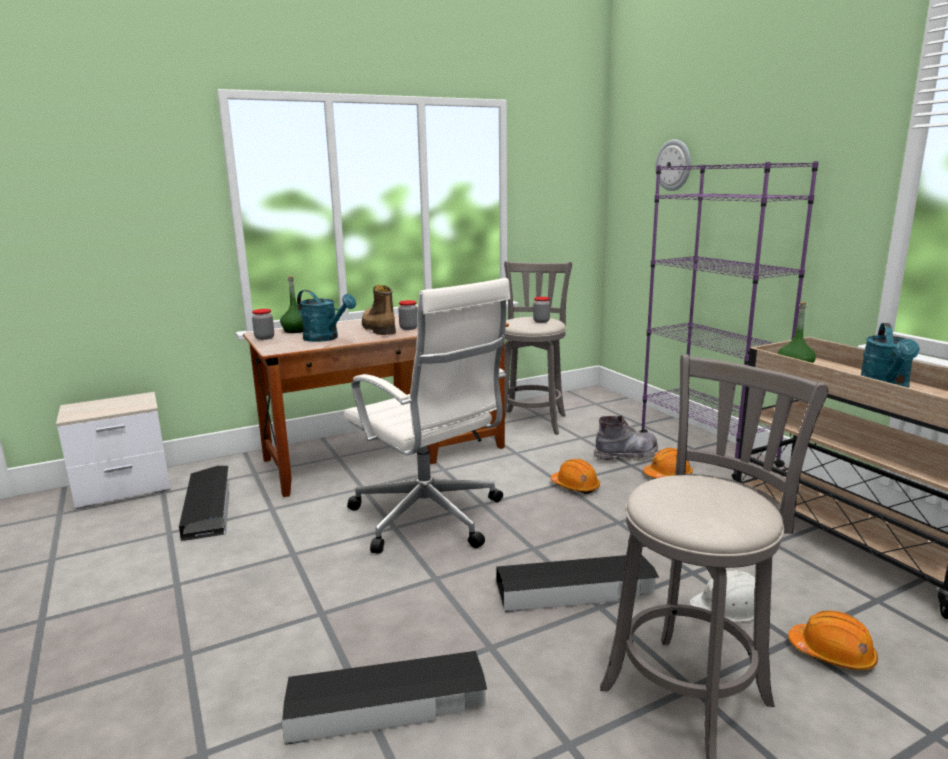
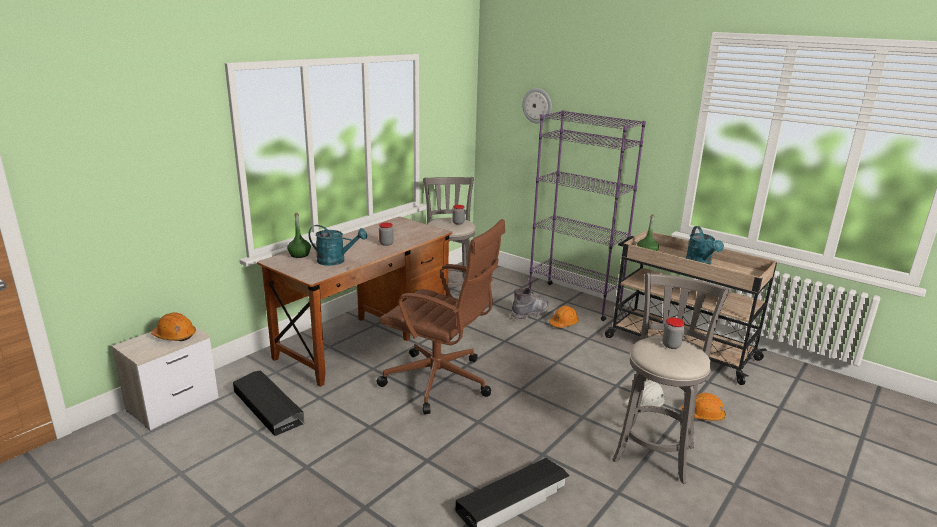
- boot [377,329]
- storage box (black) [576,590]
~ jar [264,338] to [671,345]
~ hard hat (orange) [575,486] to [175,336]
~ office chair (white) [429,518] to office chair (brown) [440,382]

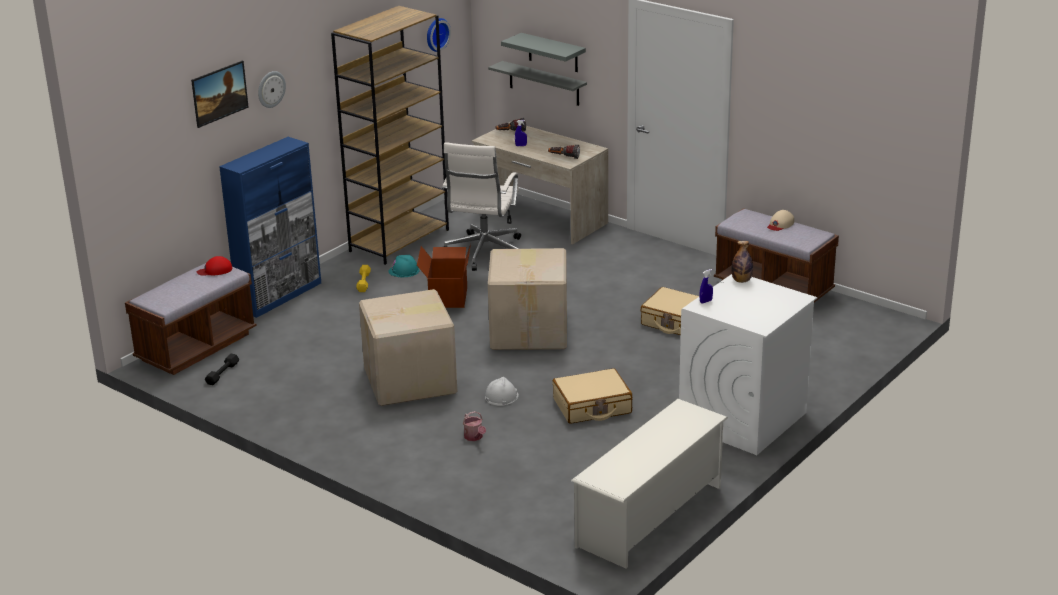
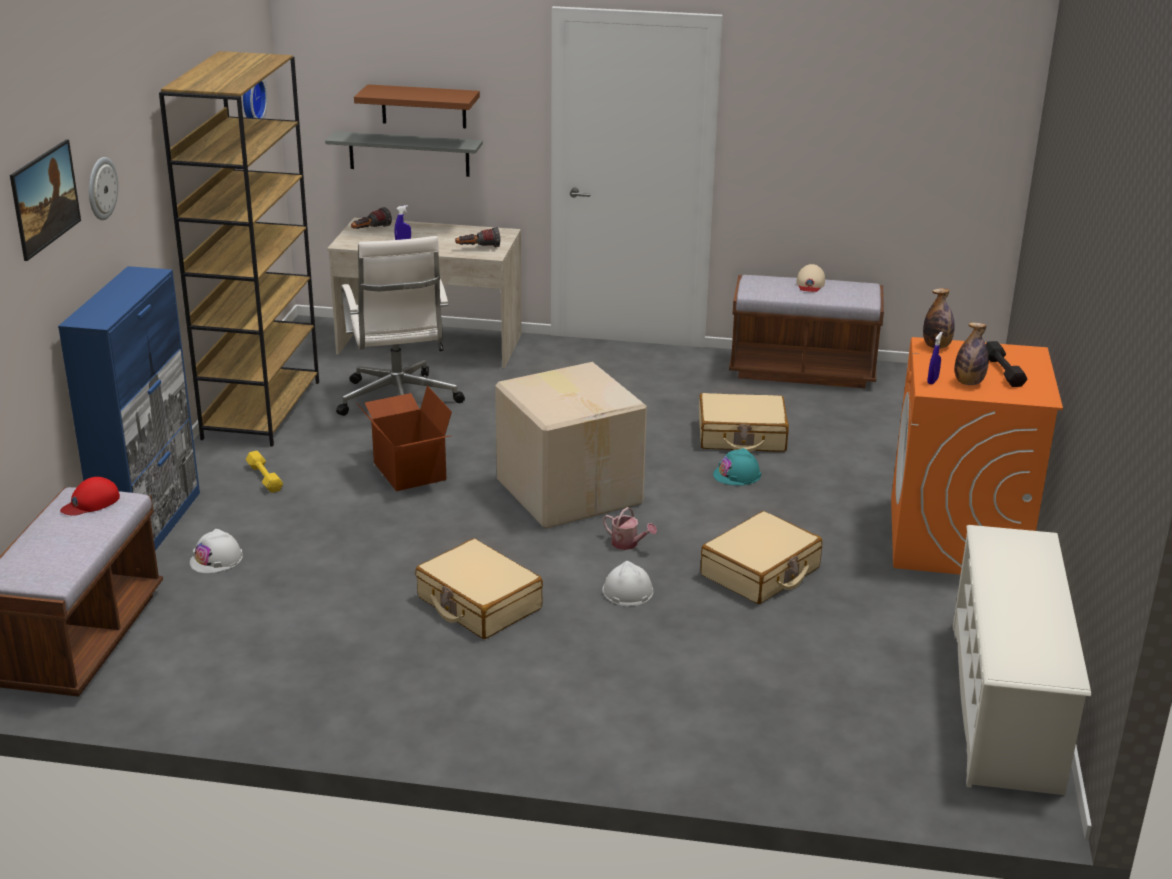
+ hard hat (white) [216,559]
+ bottle [968,383]
~ dumbbell (black) [222,373] to [1003,371]
~ hard hat (turquoise) [404,271] to [737,475]
~ watering can [474,437] to [628,544]
~ cardboard box [411,381] to suitcase (beige) [478,603]
~ shelf (grey) [553,53] to shelf (brown) [423,106]
~ washing machine (white) [742,419] to washing machine (orange) [957,539]

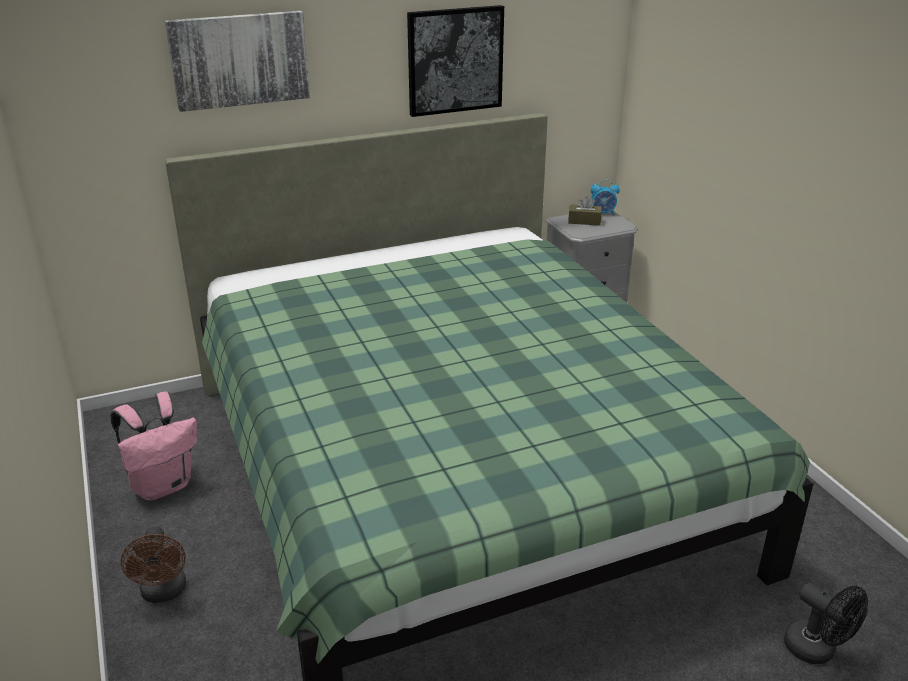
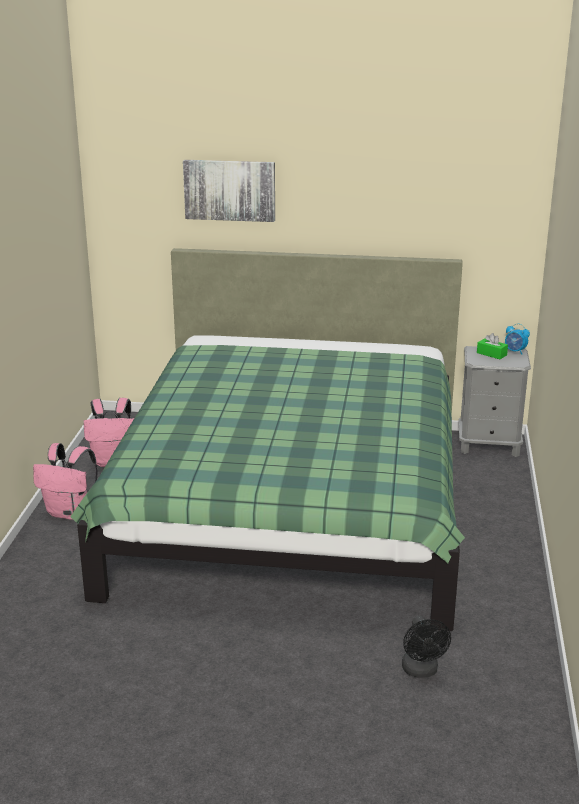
- picture [455,60]
~ fan (brown) [164,593] to backpack (pink) [70,512]
~ tissue box (brown) [584,221] to tissue box (green) [491,354]

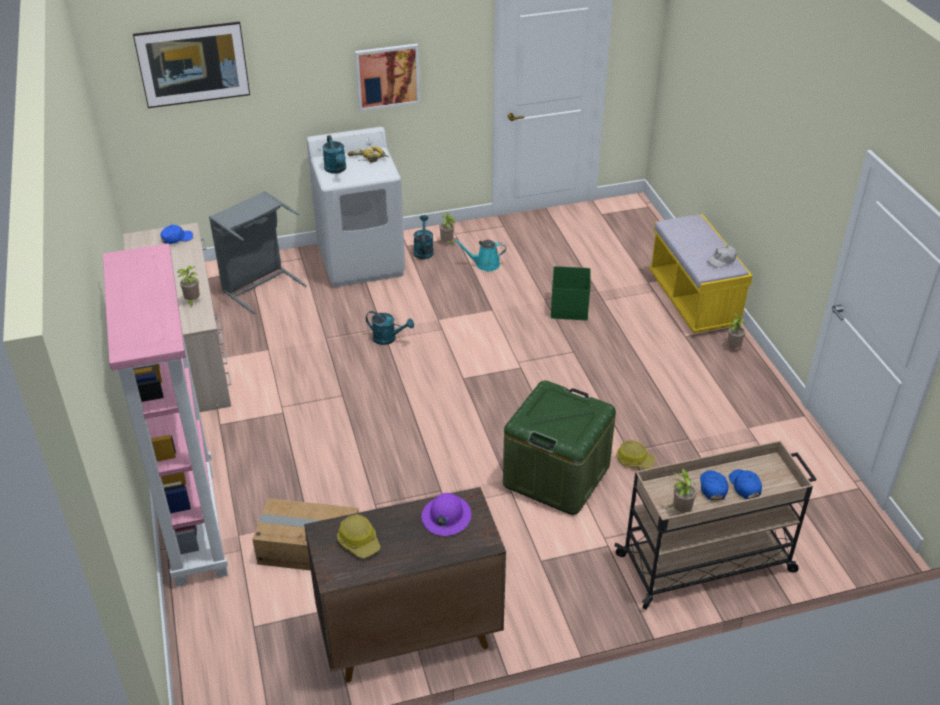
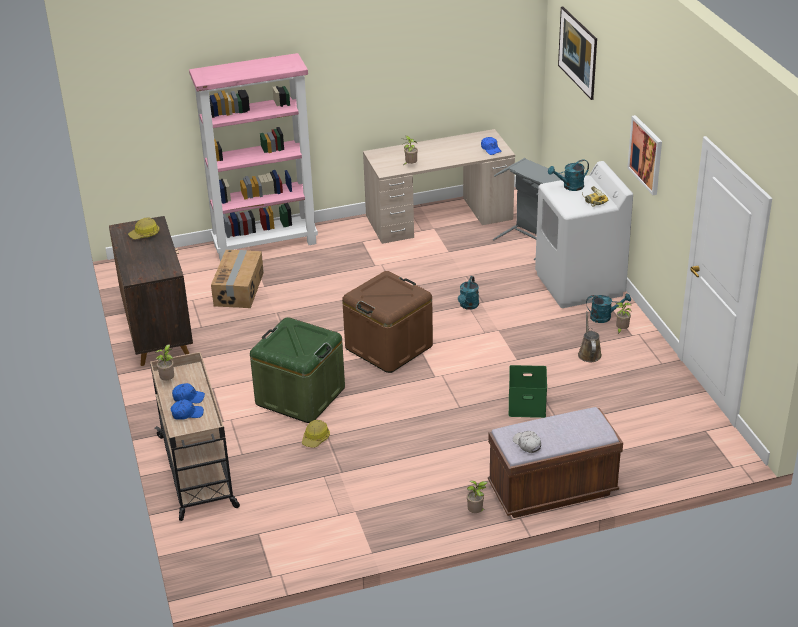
- hard hat (purple) [446,517]
+ storage box (brown) [389,347]
~ watering can (turquoise) [485,264] to watering can (brown) [589,353]
~ bench (yellow) [693,300] to bench (brown) [552,490]

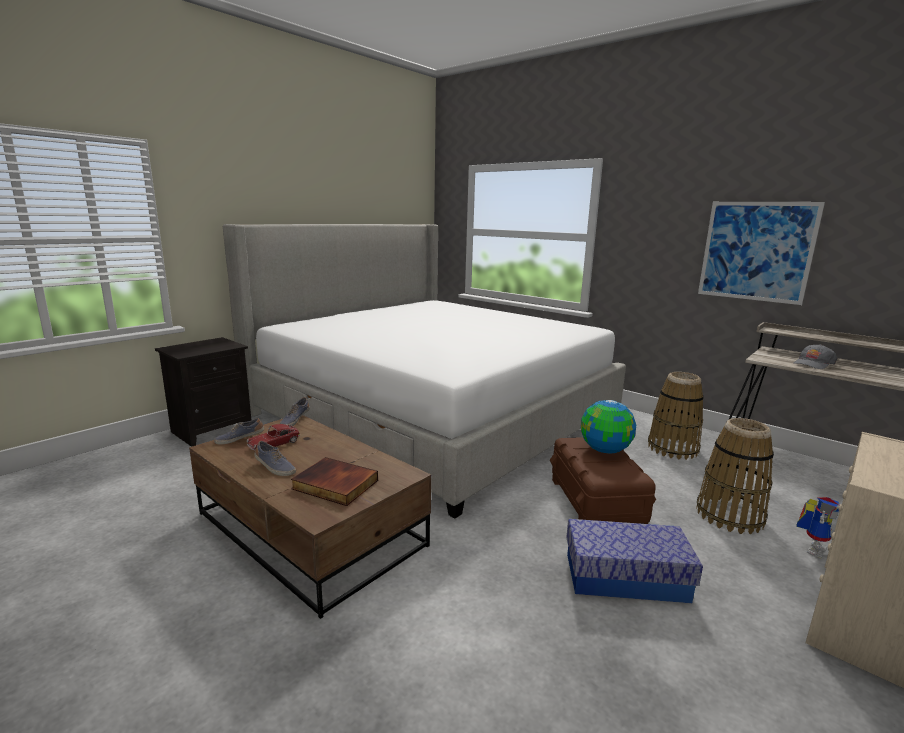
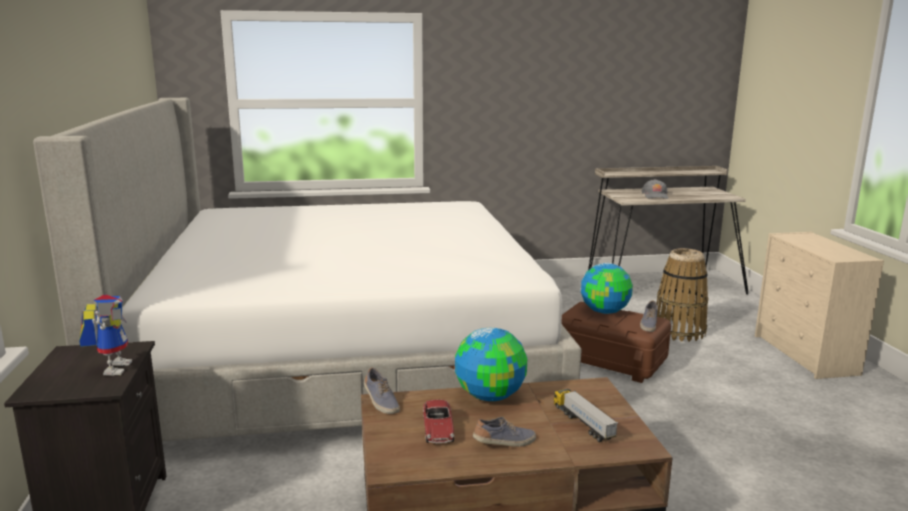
- storage box [625,577]
- basket [672,448]
- picture [756,251]
+ globe [490,396]
~ shoe [240,439] to [648,324]
~ toy robot [811,547] to [113,367]
~ book [334,485] to toy truck [582,423]

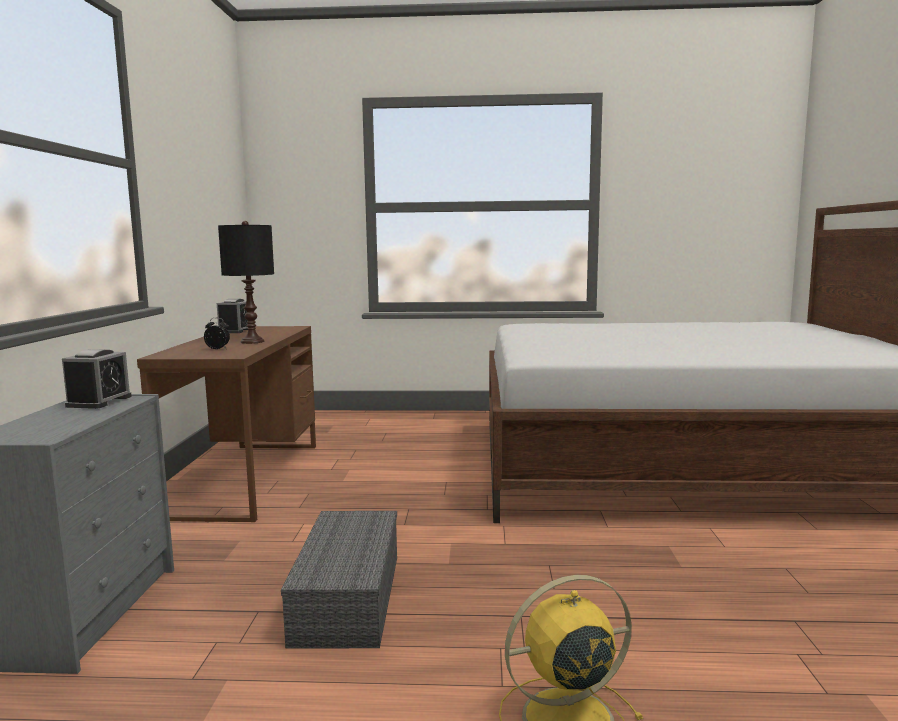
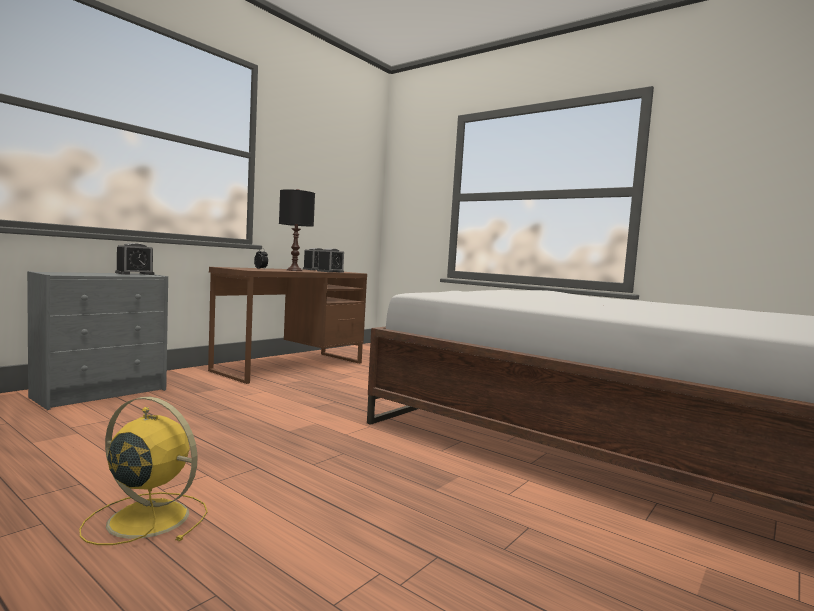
- storage box (grey) [346,596]
+ alarm clock [330,271]

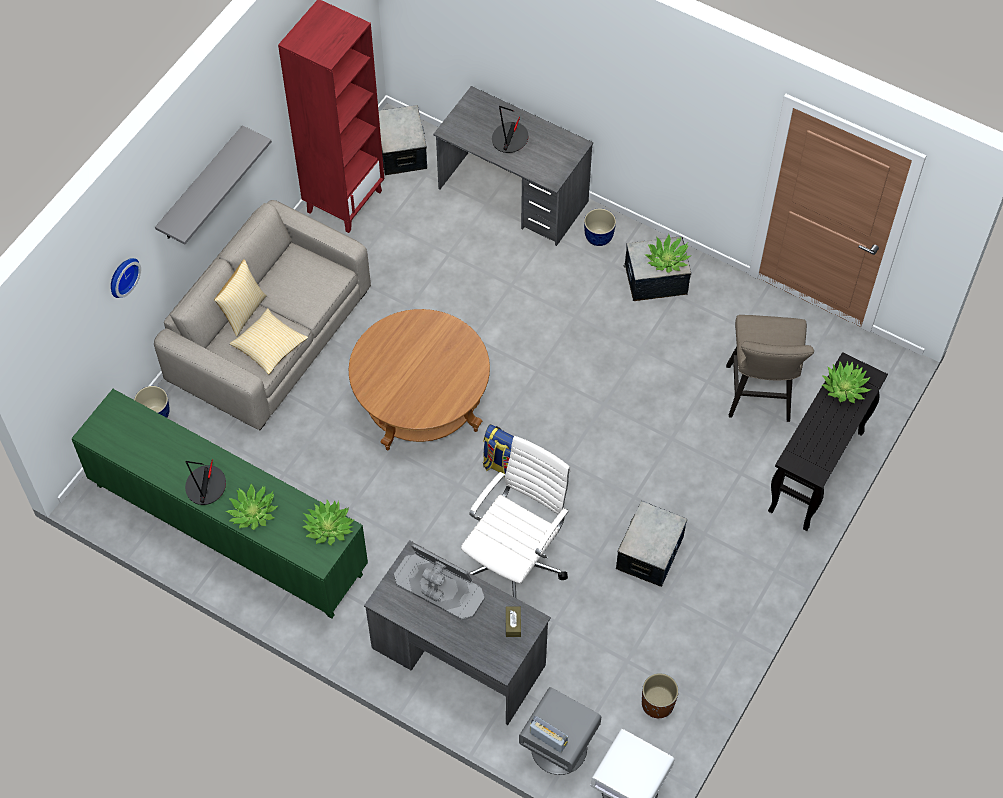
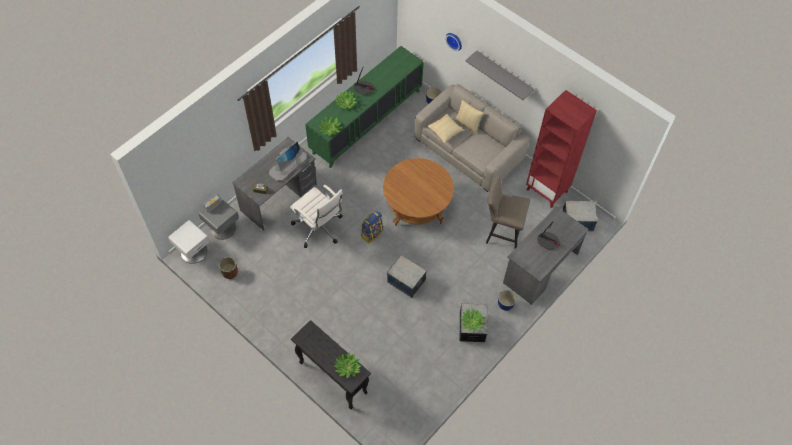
~ storage box [650,553] to [406,281]
~ stool (beige) [759,398] to [501,233]

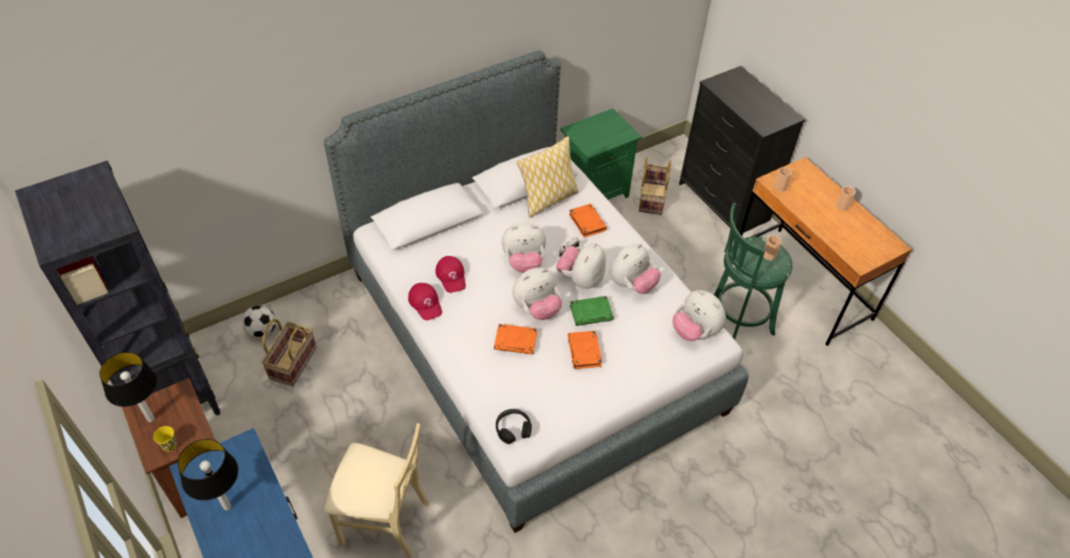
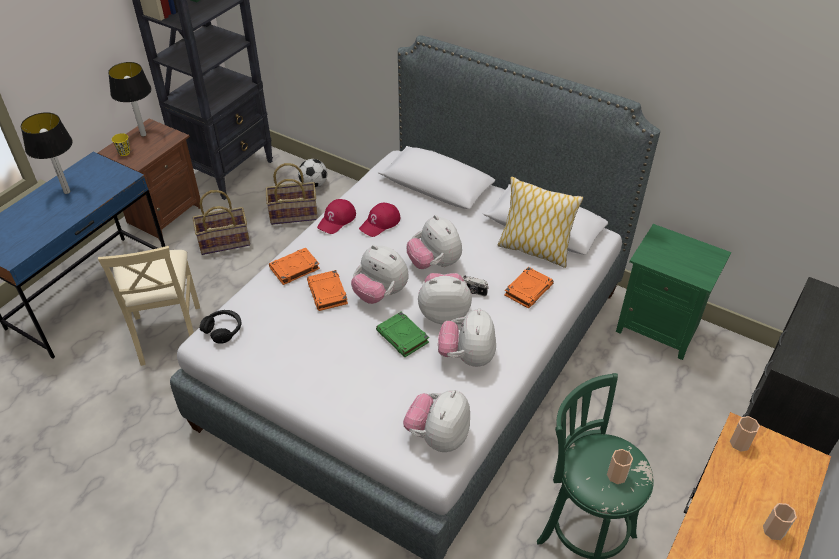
~ book (orange) [584,352] to [294,268]
~ basket [651,198] to [224,241]
~ plush toy [632,284] = [467,357] 75 degrees clockwise

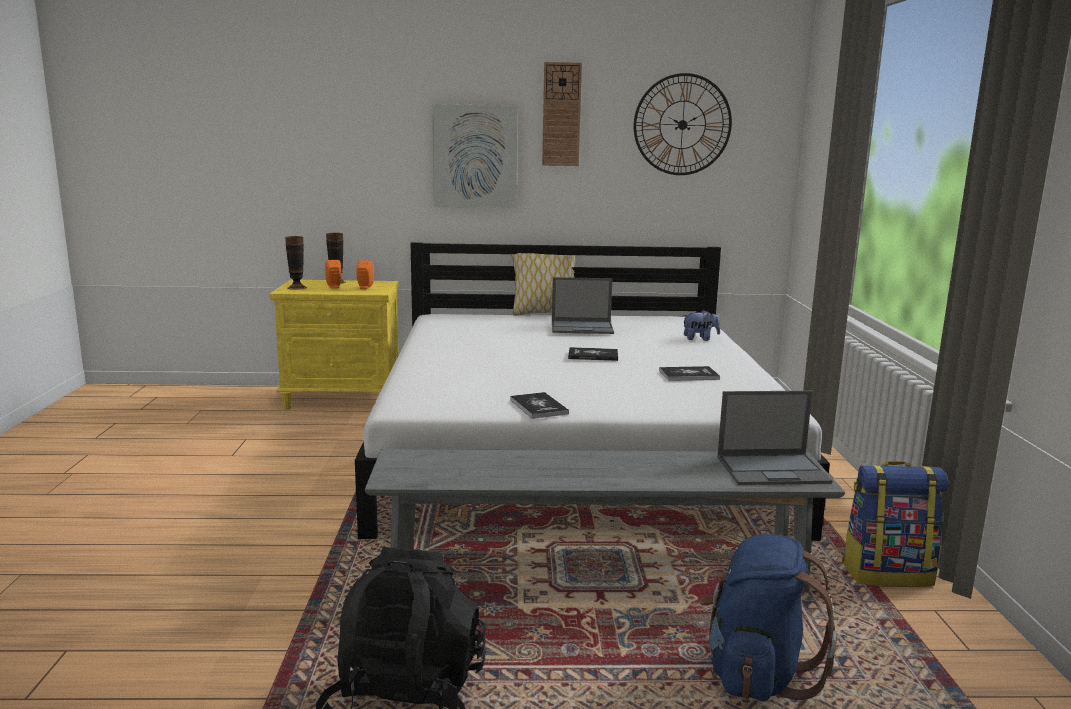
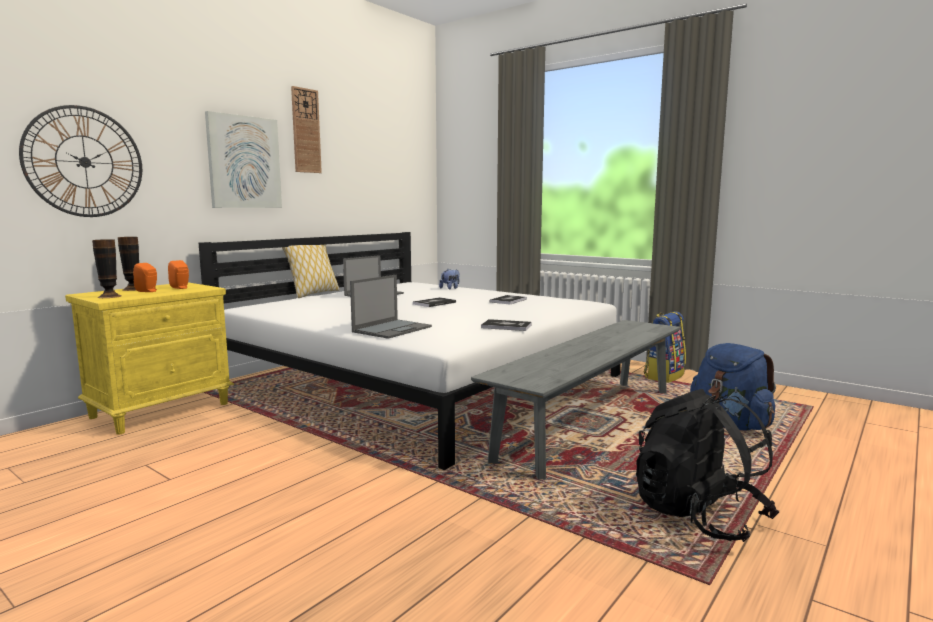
~ wall clock [682,125] to [84,162]
~ laptop [773,469] to [392,329]

